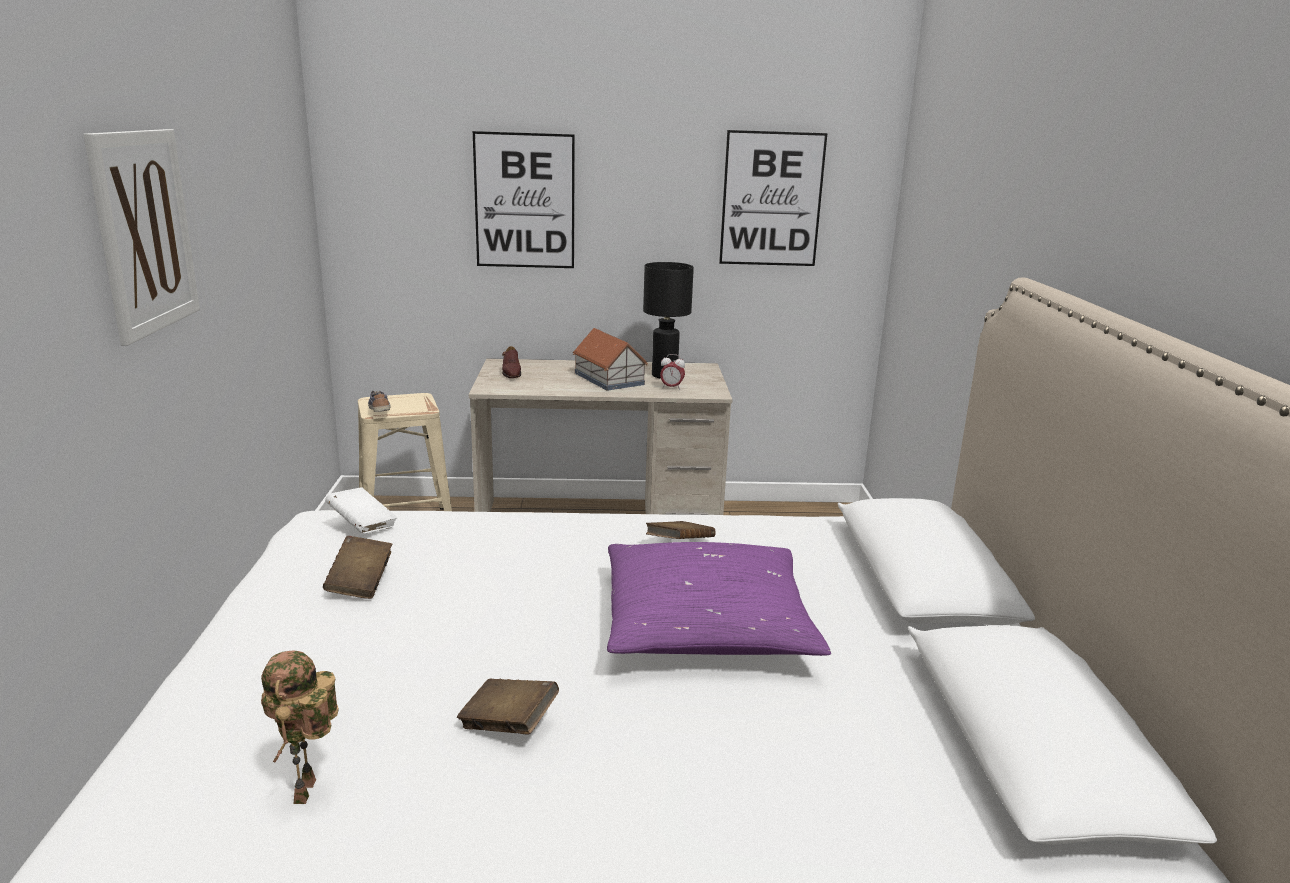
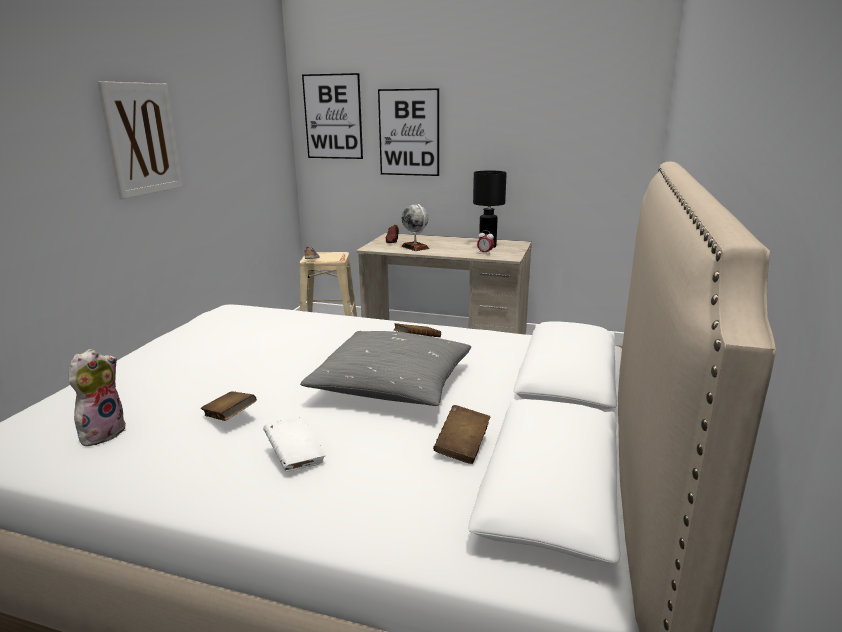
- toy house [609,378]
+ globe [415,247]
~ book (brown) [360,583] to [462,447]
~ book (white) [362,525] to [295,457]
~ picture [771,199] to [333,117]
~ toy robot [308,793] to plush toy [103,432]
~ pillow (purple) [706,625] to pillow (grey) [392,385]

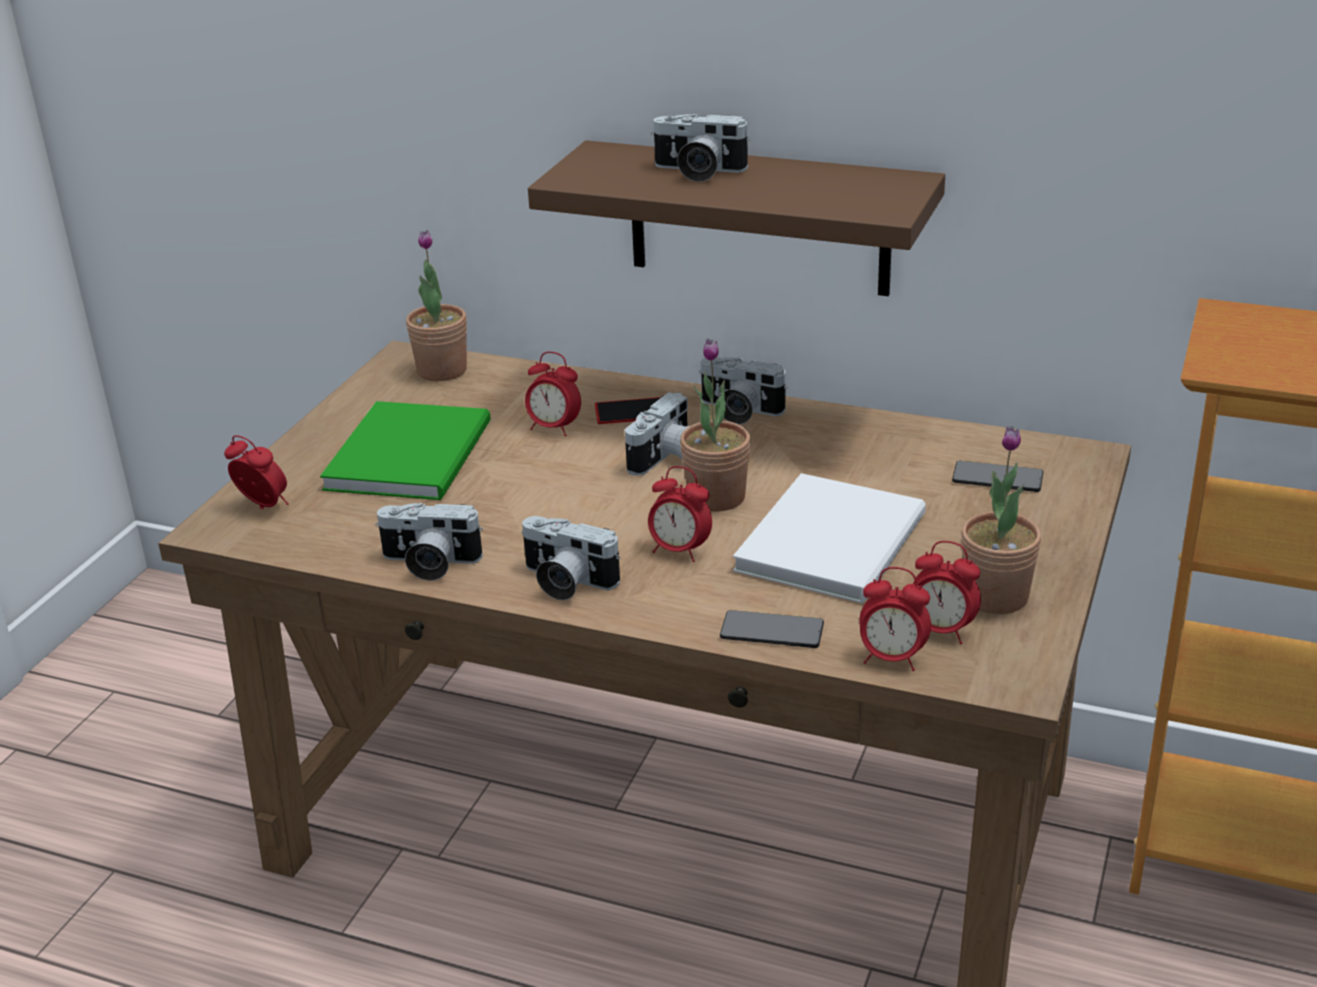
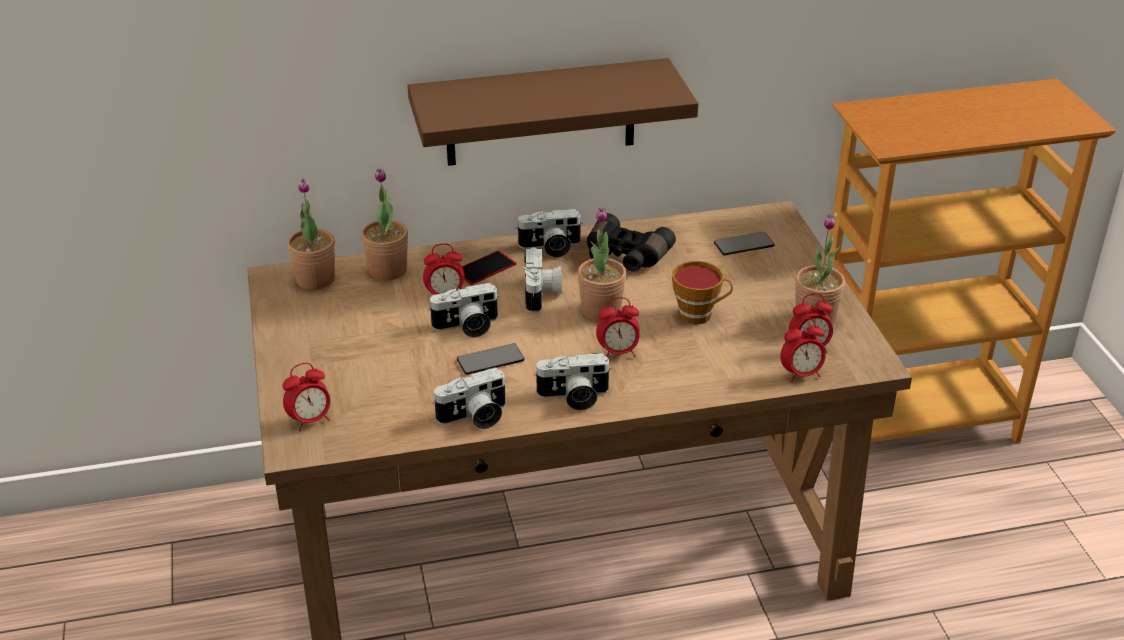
- book (green) [415,453]
+ potted plant [387,270]
+ binoculars (black) [625,256]
~ photo camera [697,172] to [467,327]
~ phone [772,631] to [490,360]
~ book (white) [837,541] to cup [699,314]
~ alarm clock [263,507] = [310,420] 150 degrees clockwise

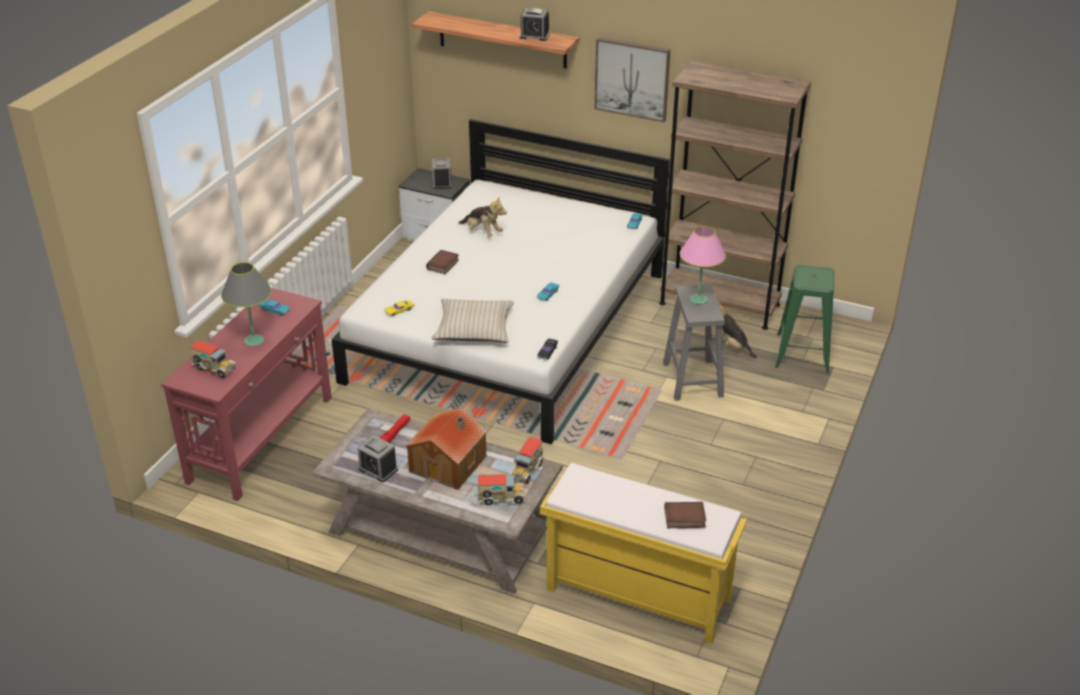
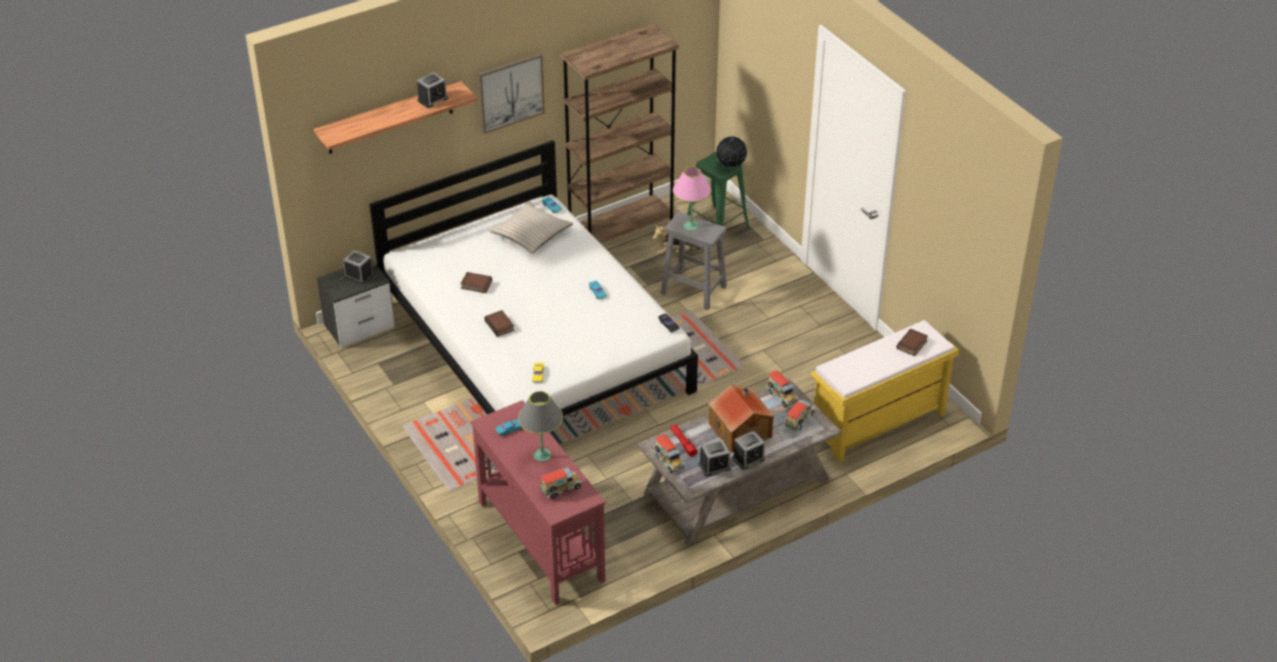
+ toy truck [668,462]
+ globe [730,168]
+ alarm clock [748,458]
~ pillow (beige) [474,329] to [531,234]
~ plush toy [482,232] to book [475,285]

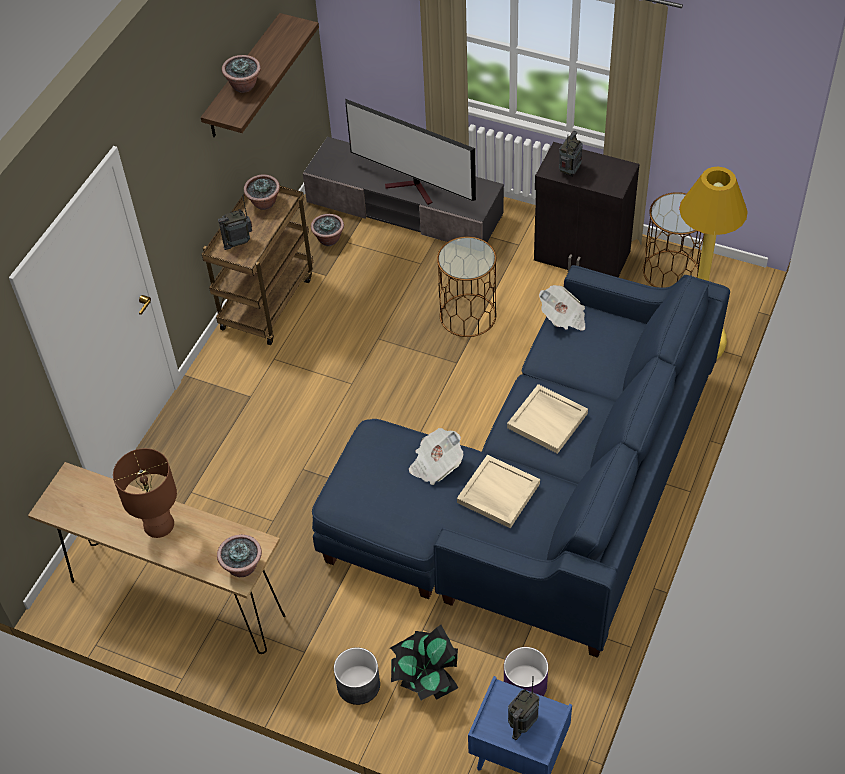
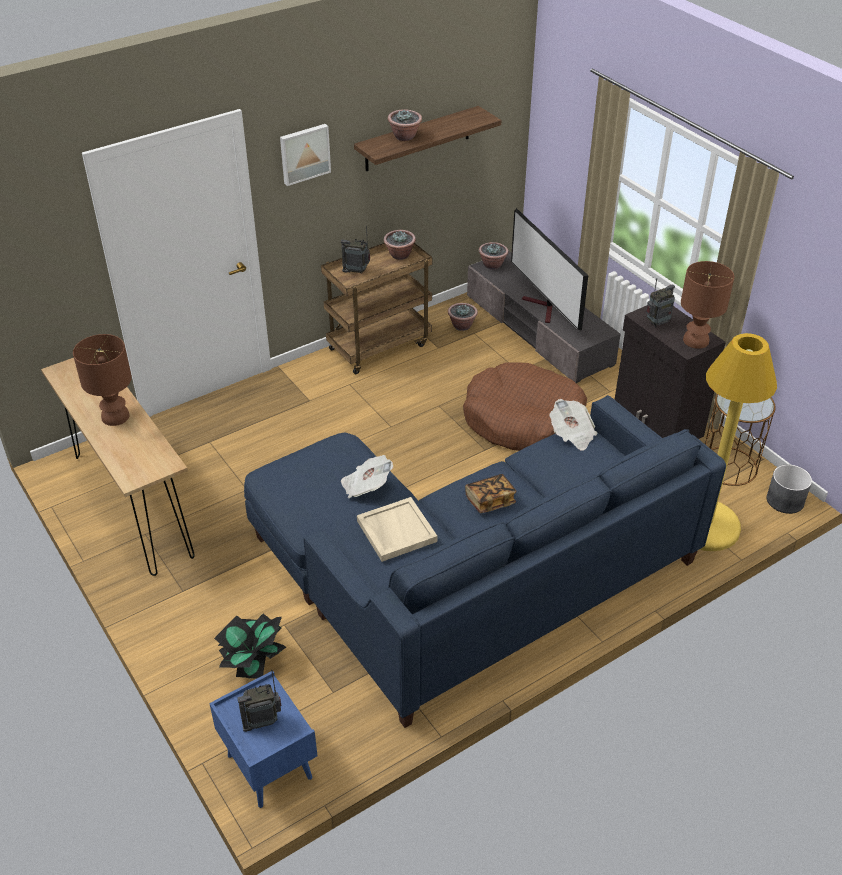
- planter (purple) [525,684]
+ picture [304,153]
+ table lamp (brown) [696,340]
~ potted plant [242,567] to [492,265]
~ planter (grey) [358,685] to [784,500]
~ side table (brown) [468,315] to dog bed (brown) [524,421]
~ tray (beige) [548,420] to book [490,501]

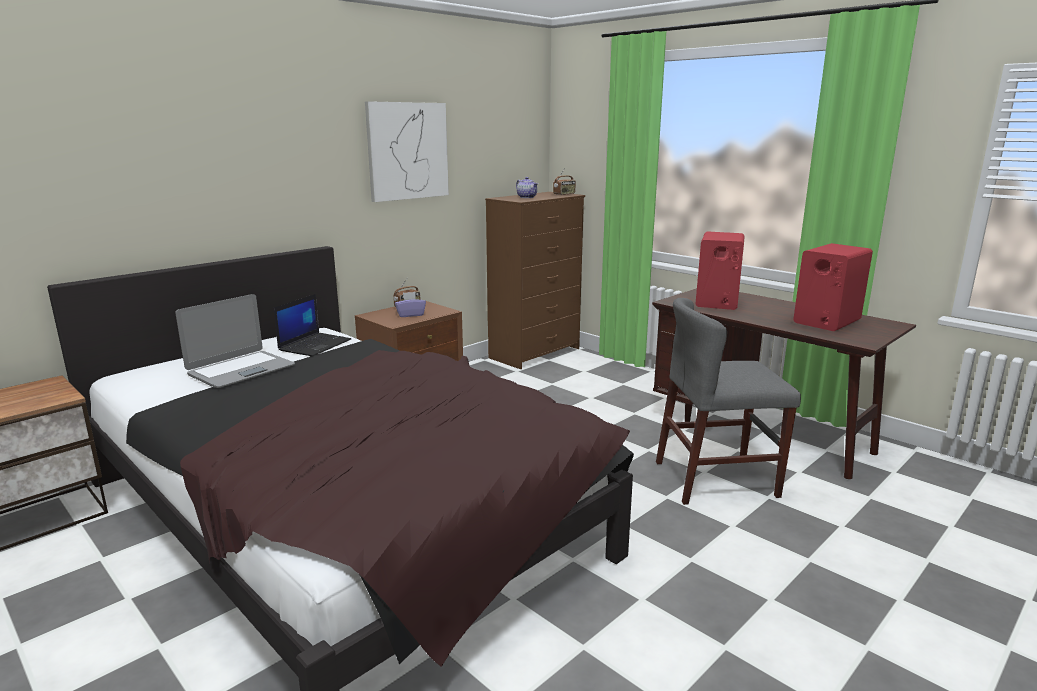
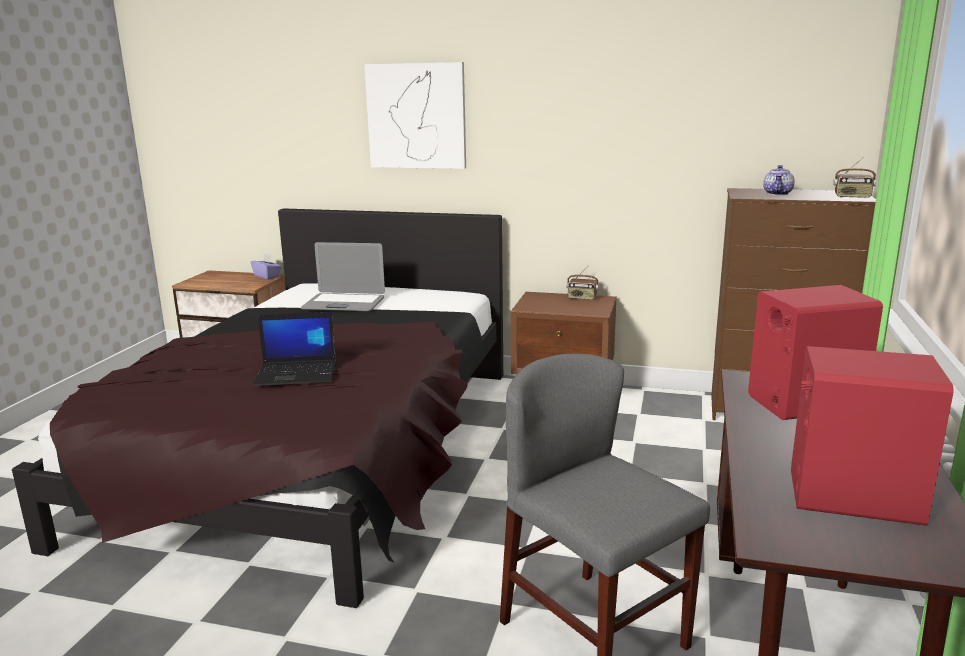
~ laptop [315,345] to [298,373]
~ picture [407,151] to [416,116]
~ tissue box (purple) [410,314] to [267,276]

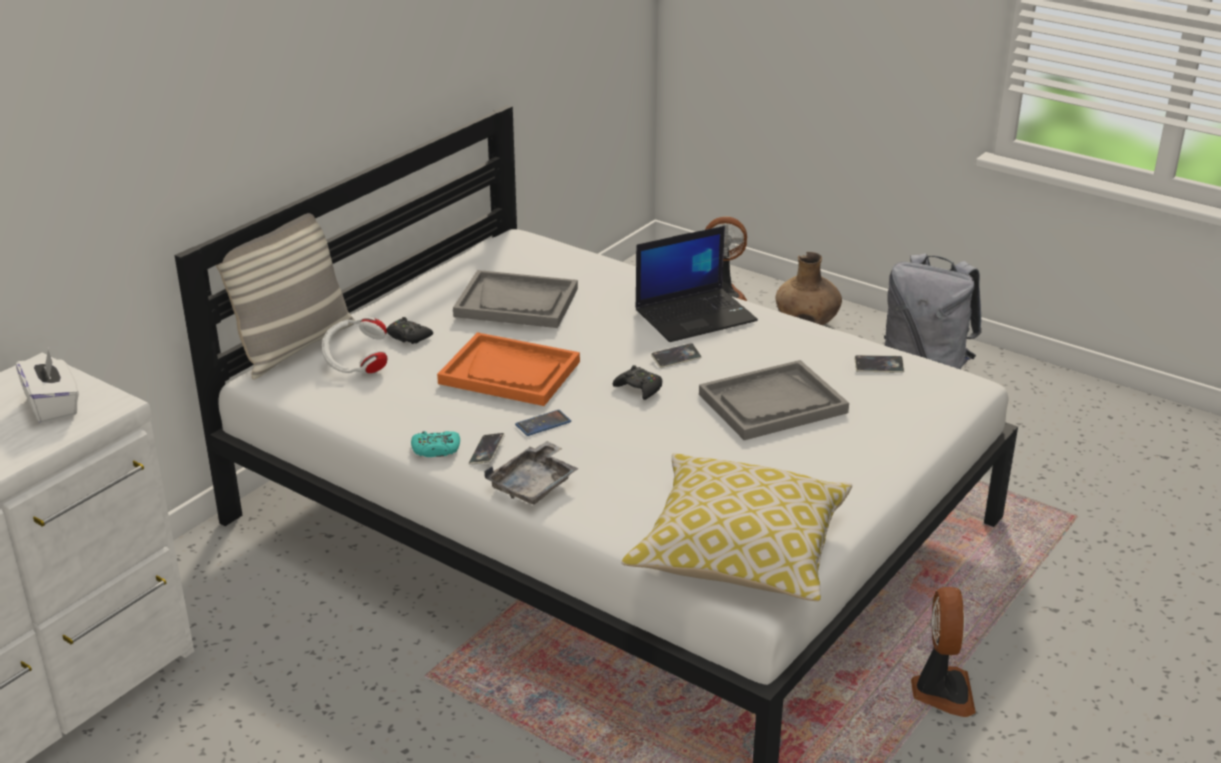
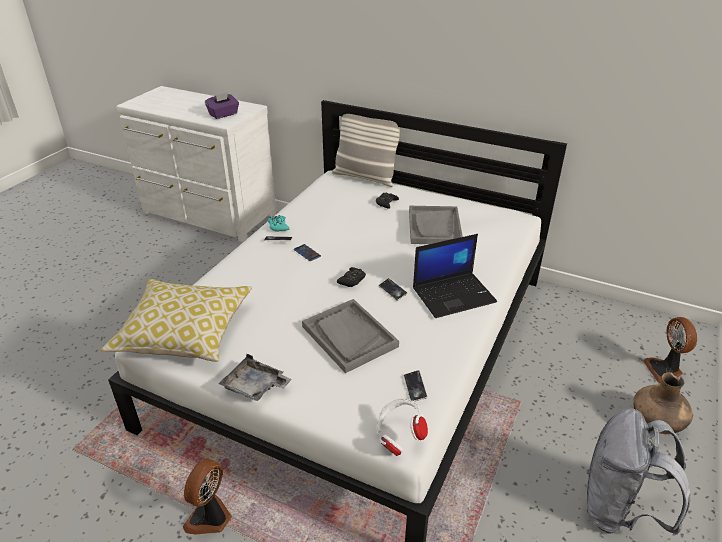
- tray (orange) [510,372]
~ headphones (white) [356,366] to [399,437]
~ tray (grey) [534,485] to [255,386]
~ tissue box (white) [53,406] to tissue box (purple) [223,114]
~ laptop [696,315] = [454,294] 75 degrees counterclockwise
~ fan [941,691] = [210,517] 120 degrees clockwise

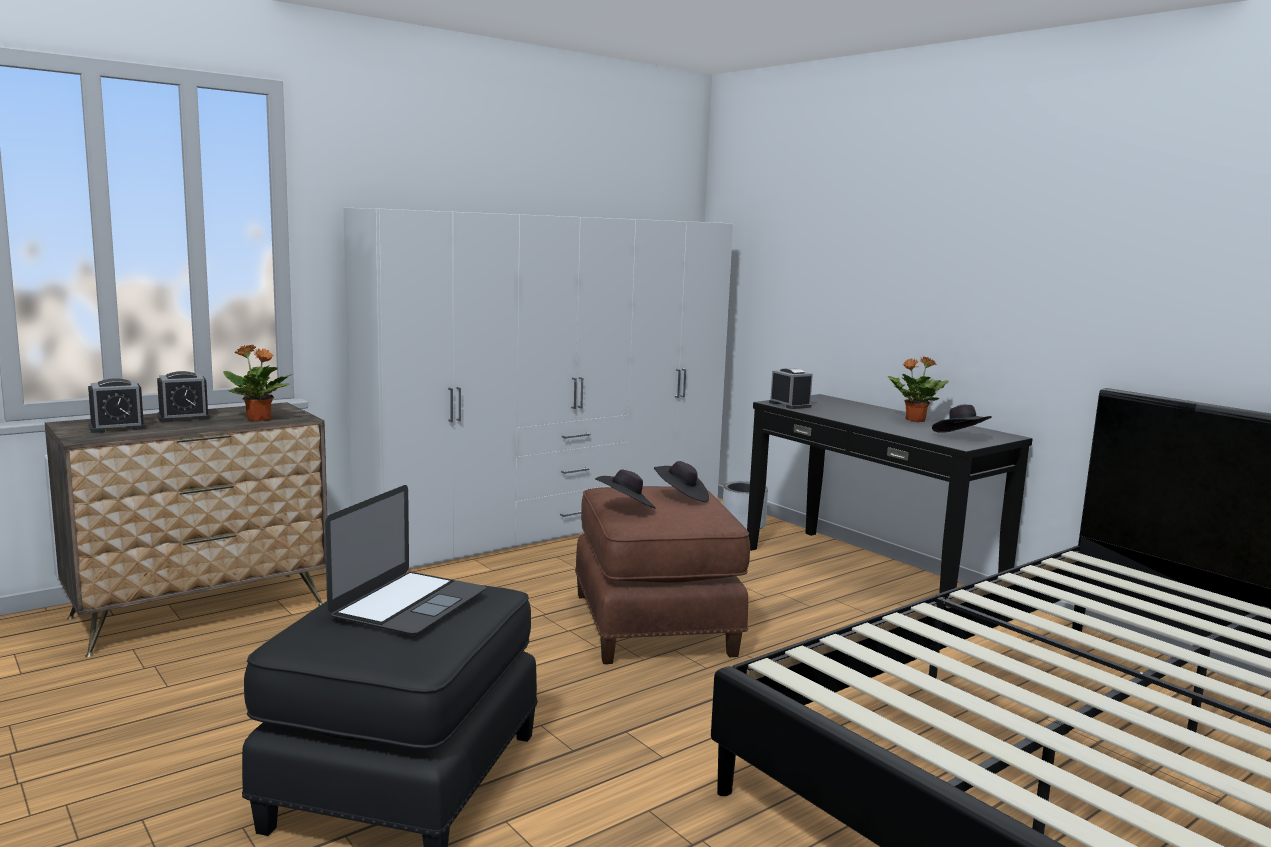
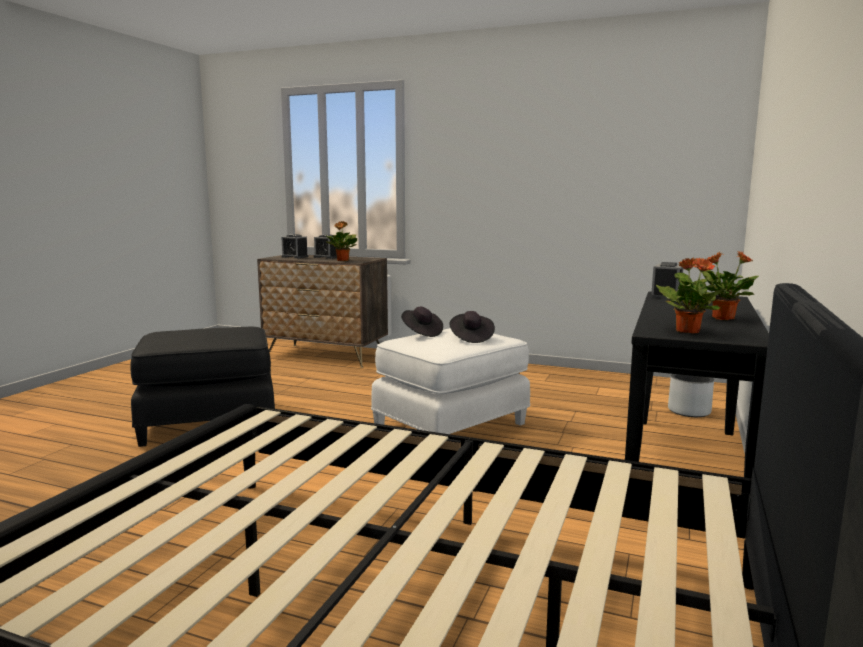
- laptop [409,603]
- wardrobe (white) [552,528]
~ hat (black) [961,437] to potted plant [687,331]
~ ottoman (brown) [656,623] to ottoman (white) [452,426]

